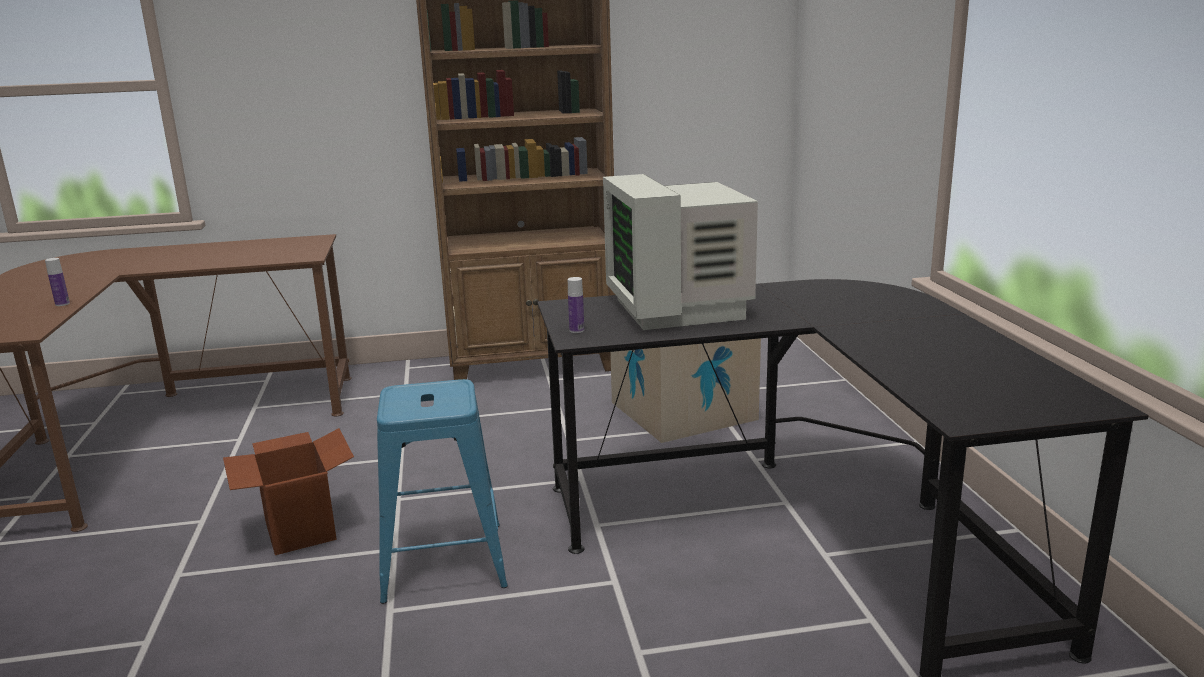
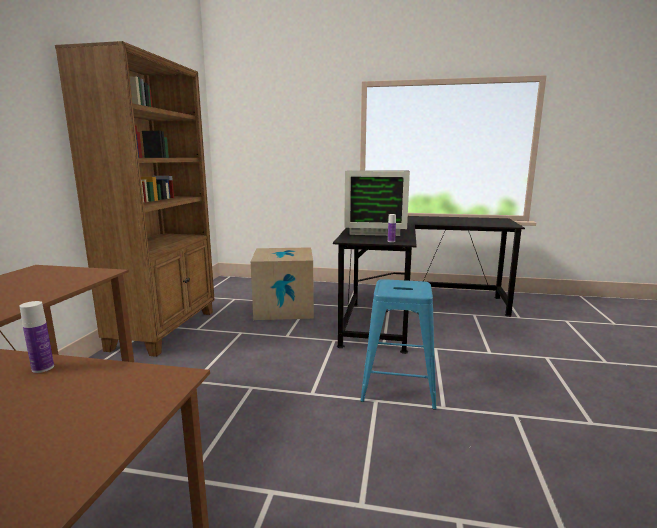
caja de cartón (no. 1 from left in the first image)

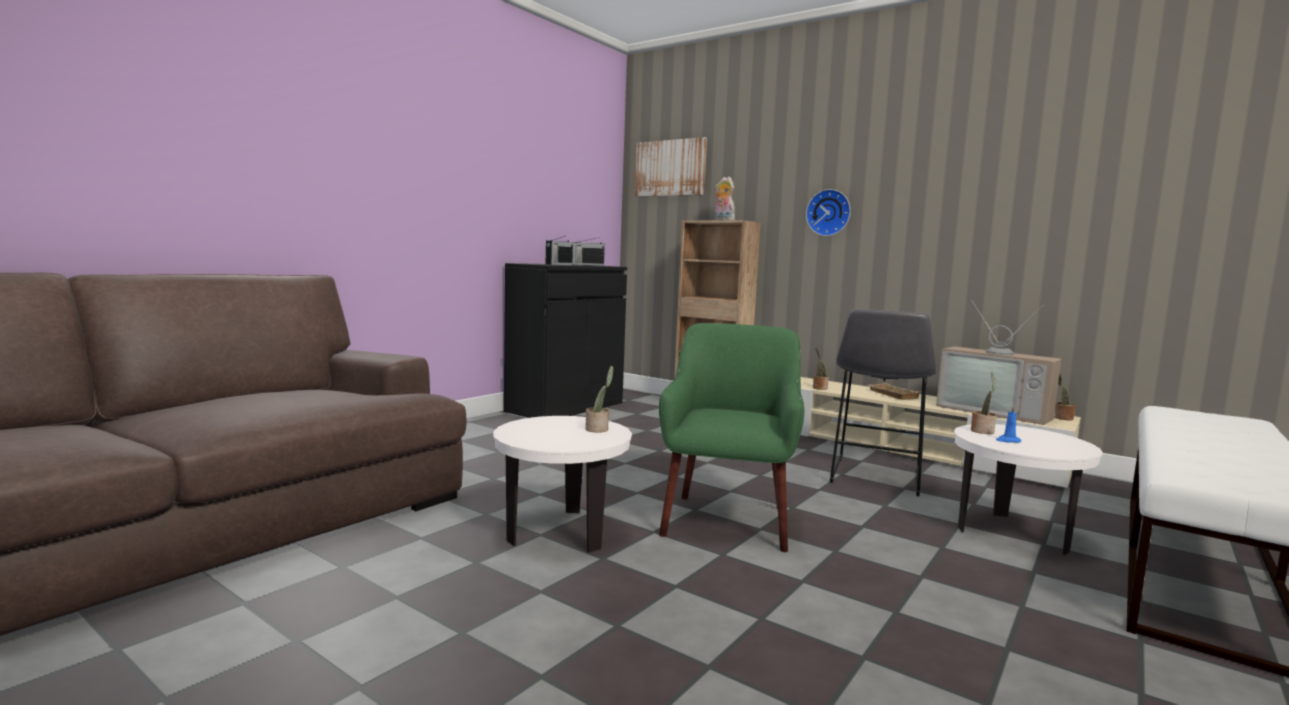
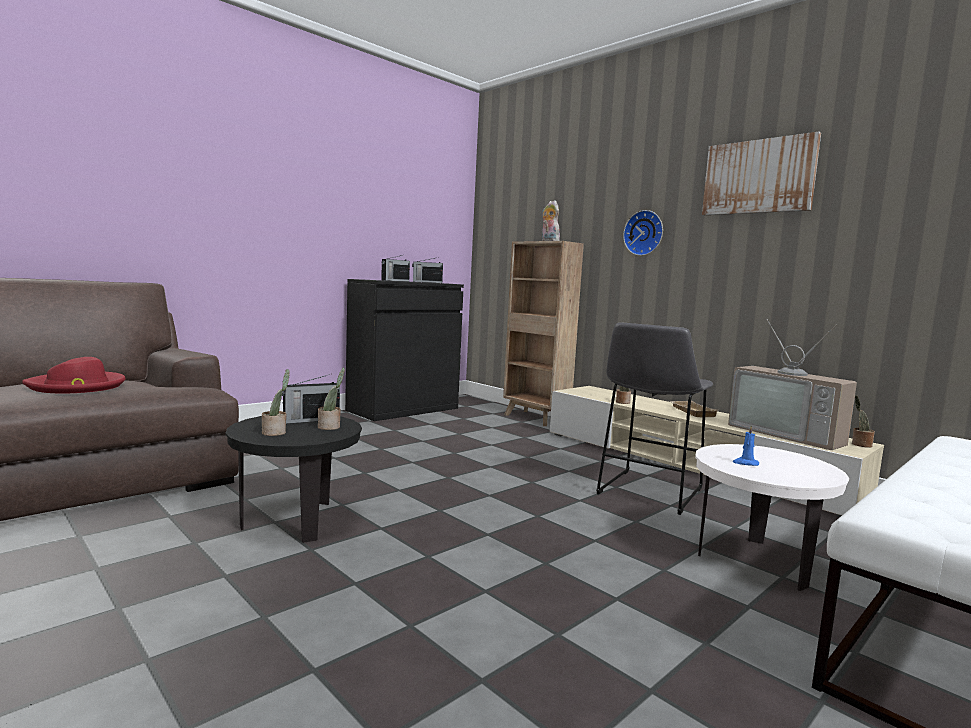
sombrero [rojo]
mesa auxiliar [negro]
planta en maceta (no. 1 from left)
radio (no. 1 from left)
cuadro
sillón [verde]

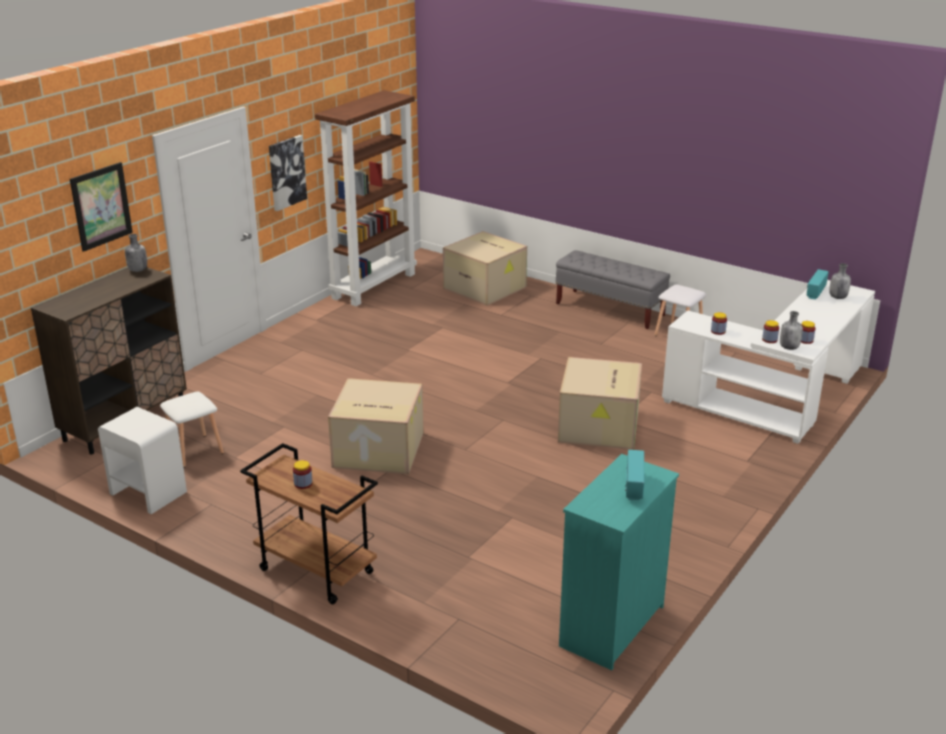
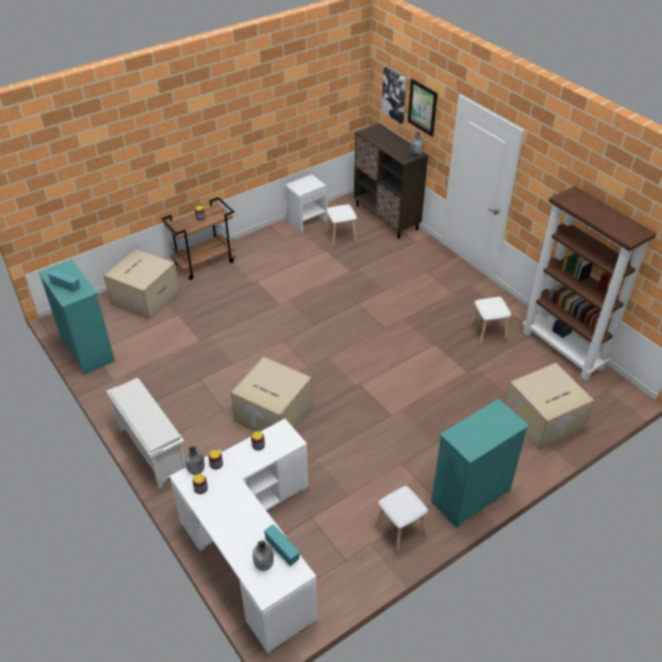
caja de cartón (no. 1 from left)
zapatero [blanco]
cuadro (no. 1 from left)
cómoda [turquesa] (no. 2 from left)
taburete [blanco] (no. 3 from left)

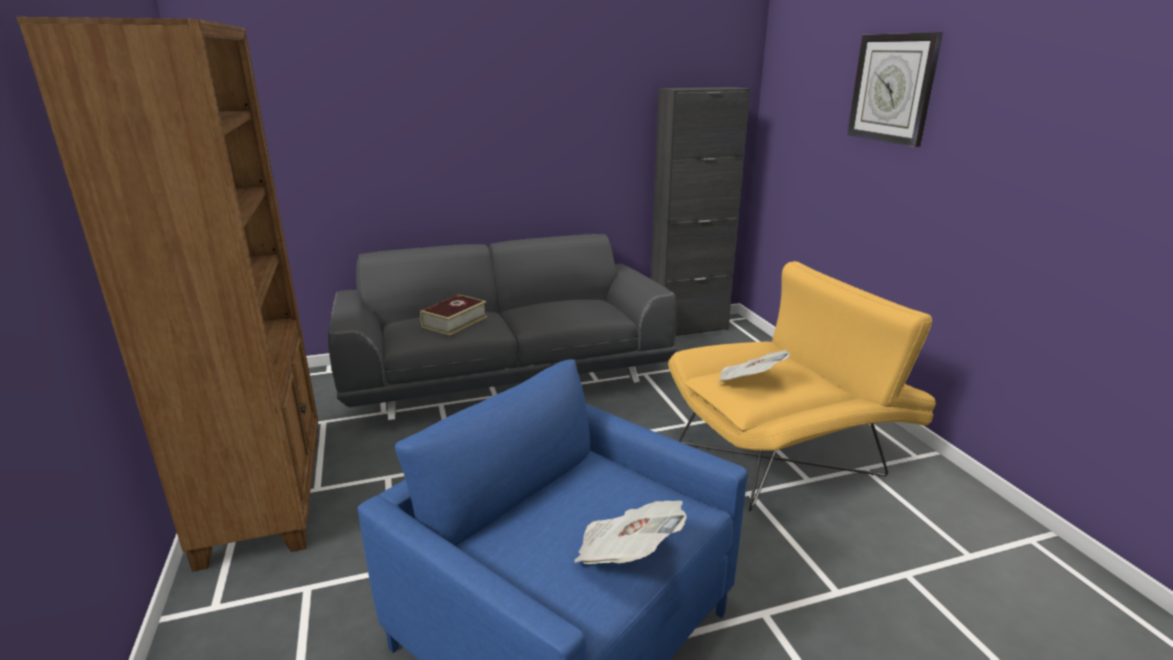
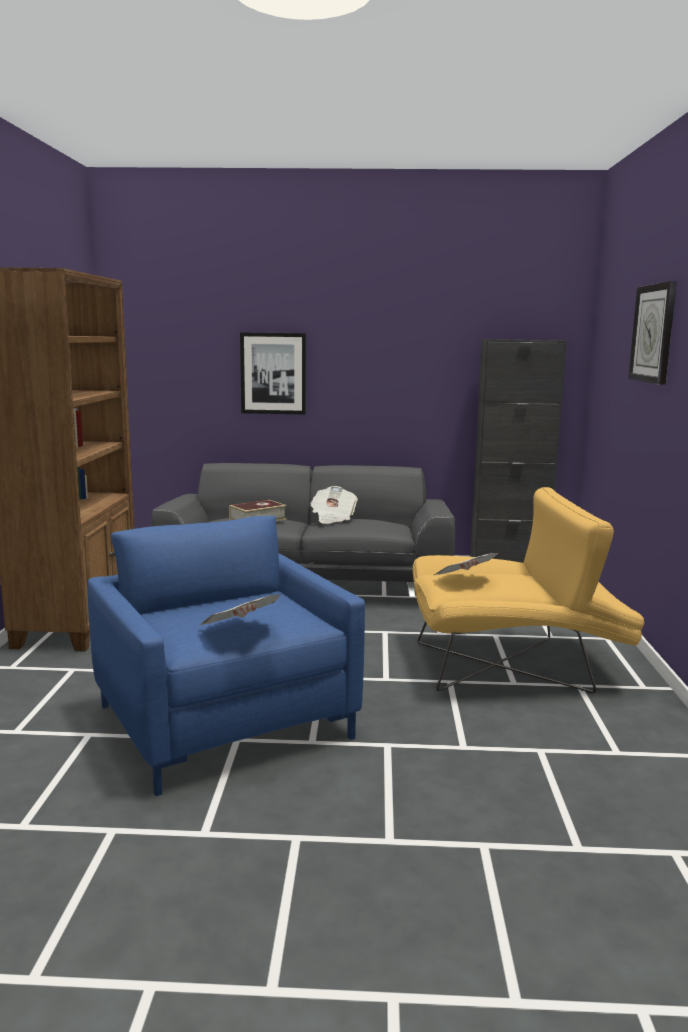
cuadro
periódico (no. 2 from left)

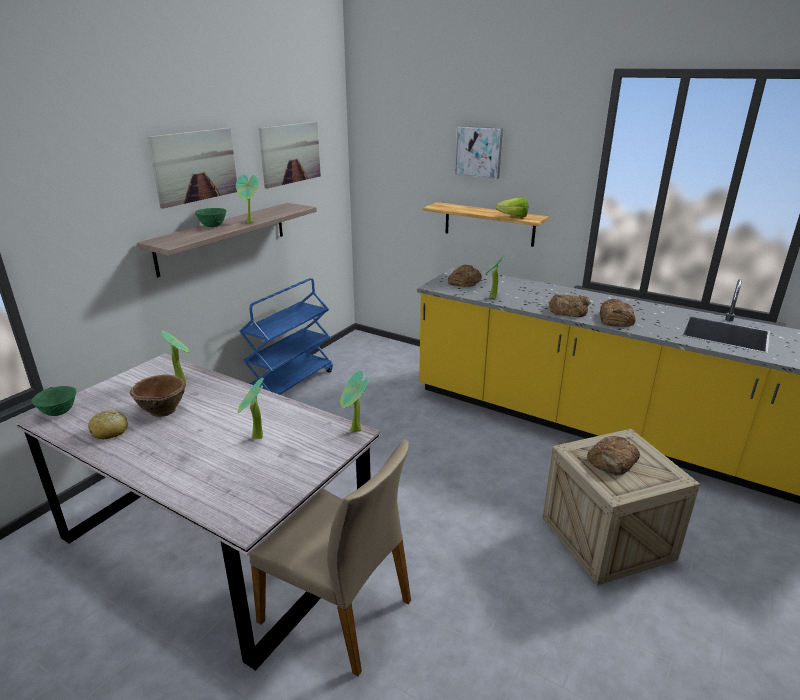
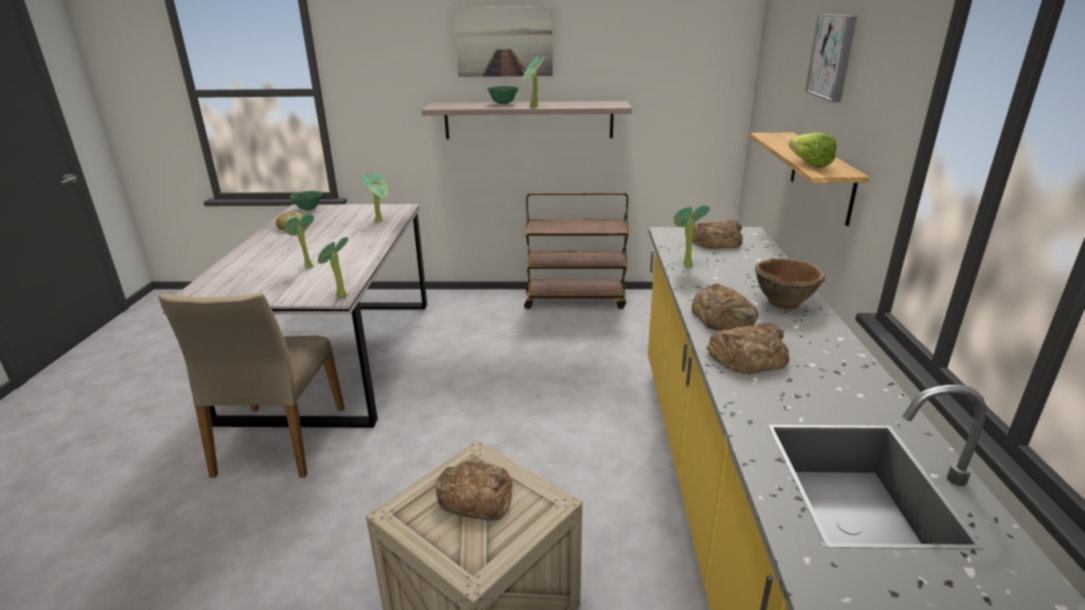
carrito [marrón]
cuenco [marrón]
cuadro (no. 2 from left in the first image)

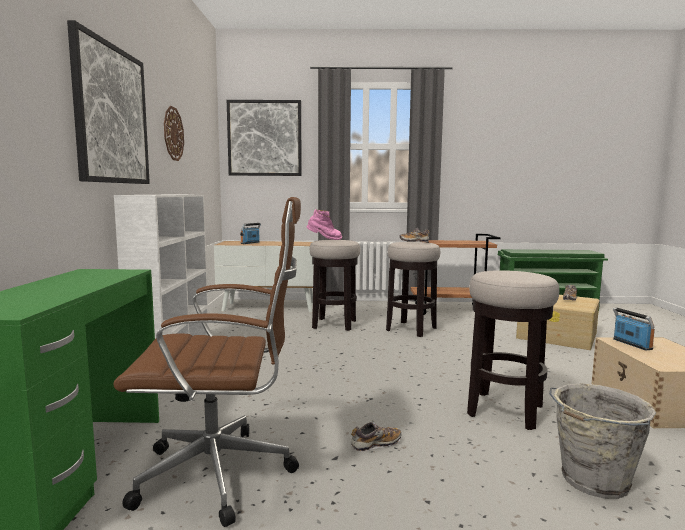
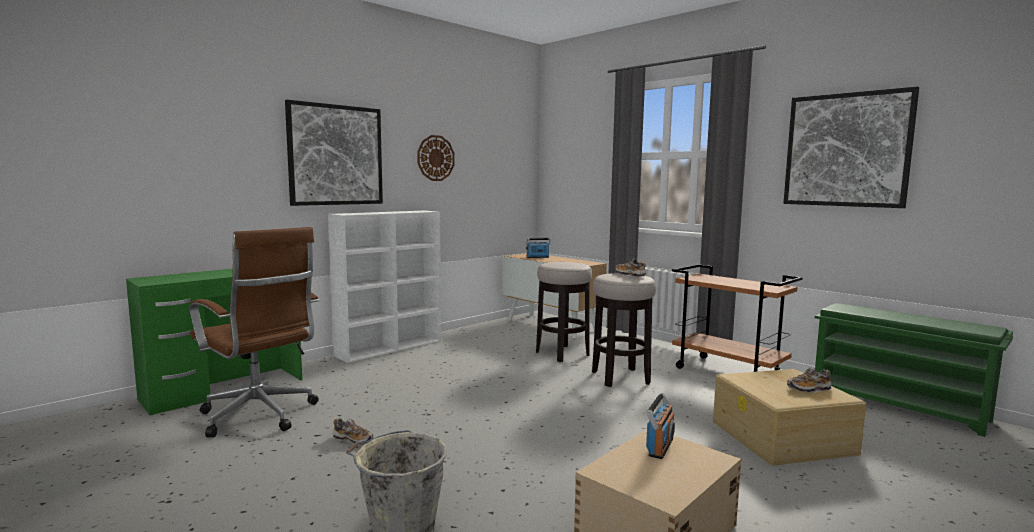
cuadro (no. 2 from left)
bota [rosa]
taburete (no. 3 from left in the first image)

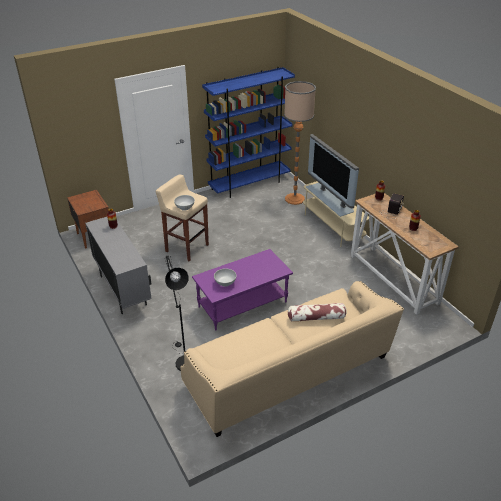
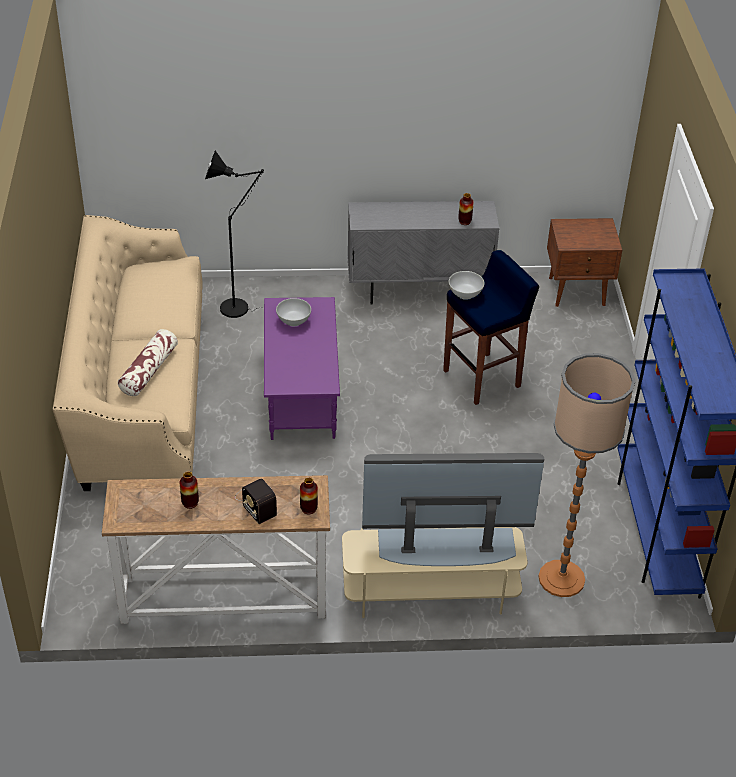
taburete [azul]

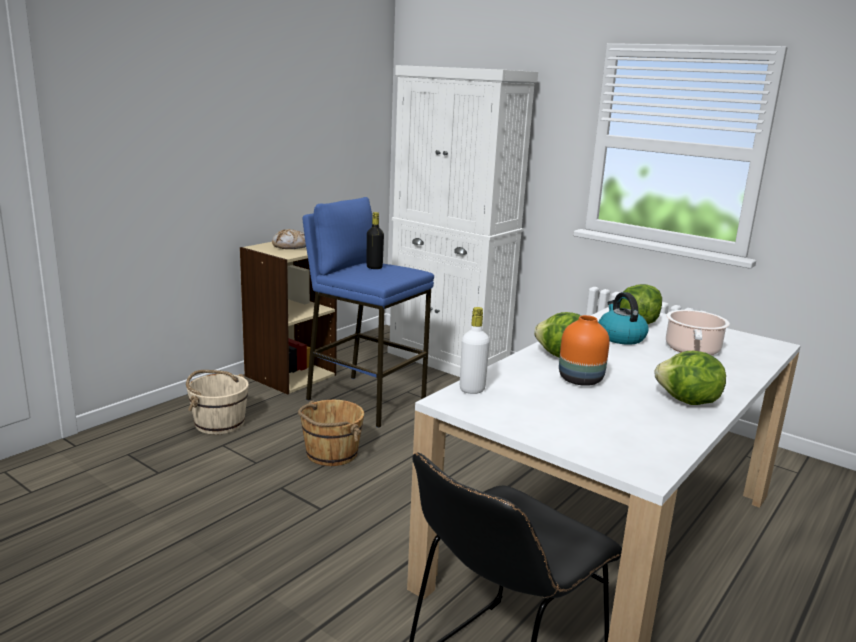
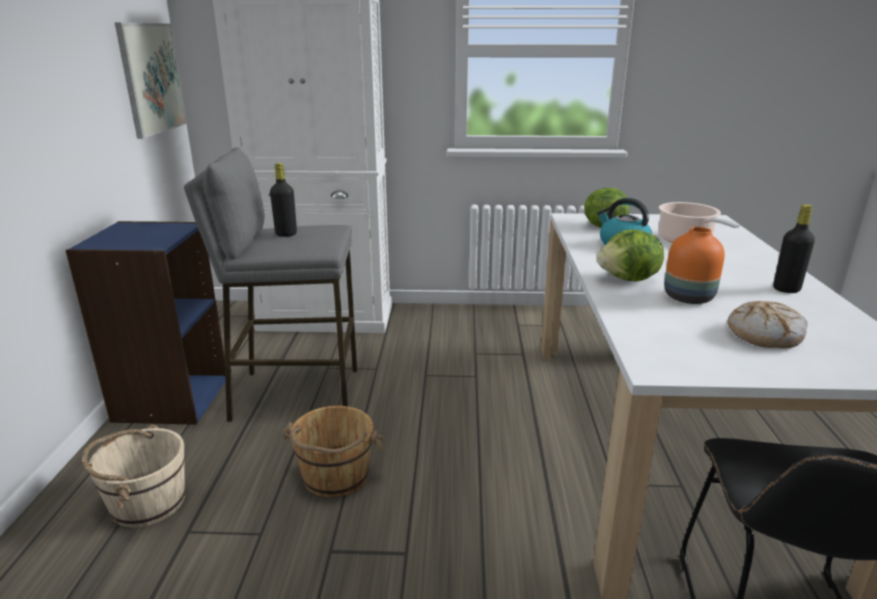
estantería [azul]
cuadro
taburete [gris]
pan
botella [negro] (no. 2 from left)
botella [blanco]

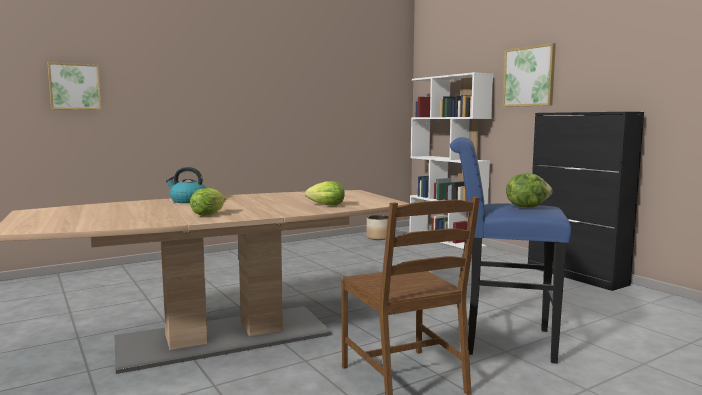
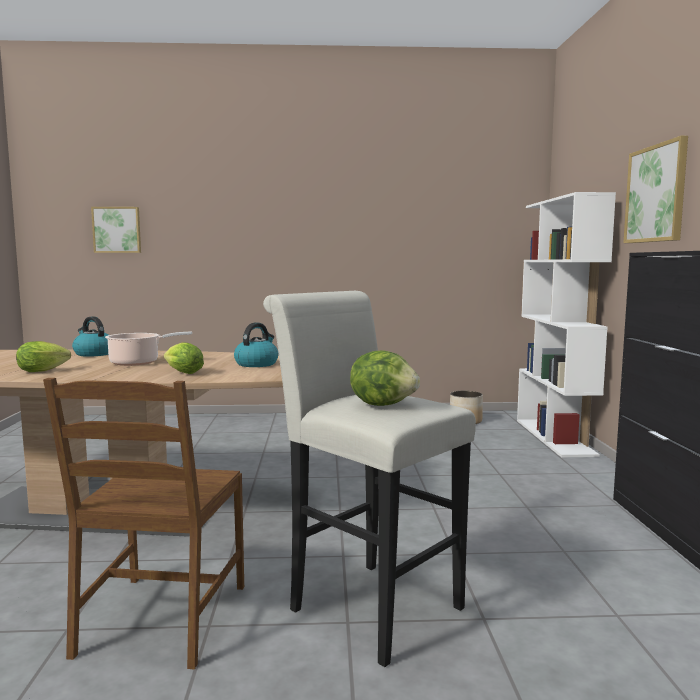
olla
hervidor (no. 2 from left)
taburete [blanco]

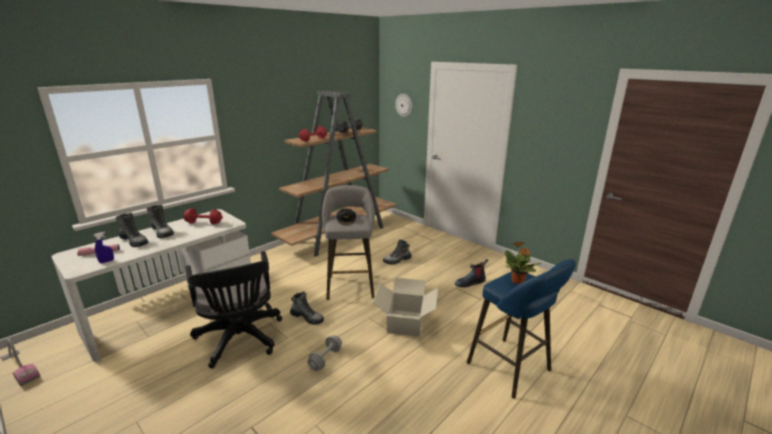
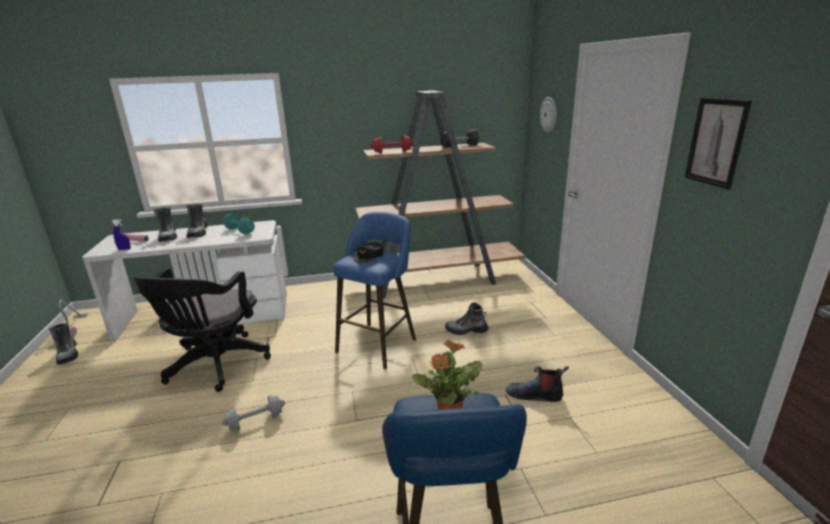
bota (no. 1 from left)
mancuerna [turquesa]
taburete [azul] (no. 1 from left)
cuadro
caja de cartón

